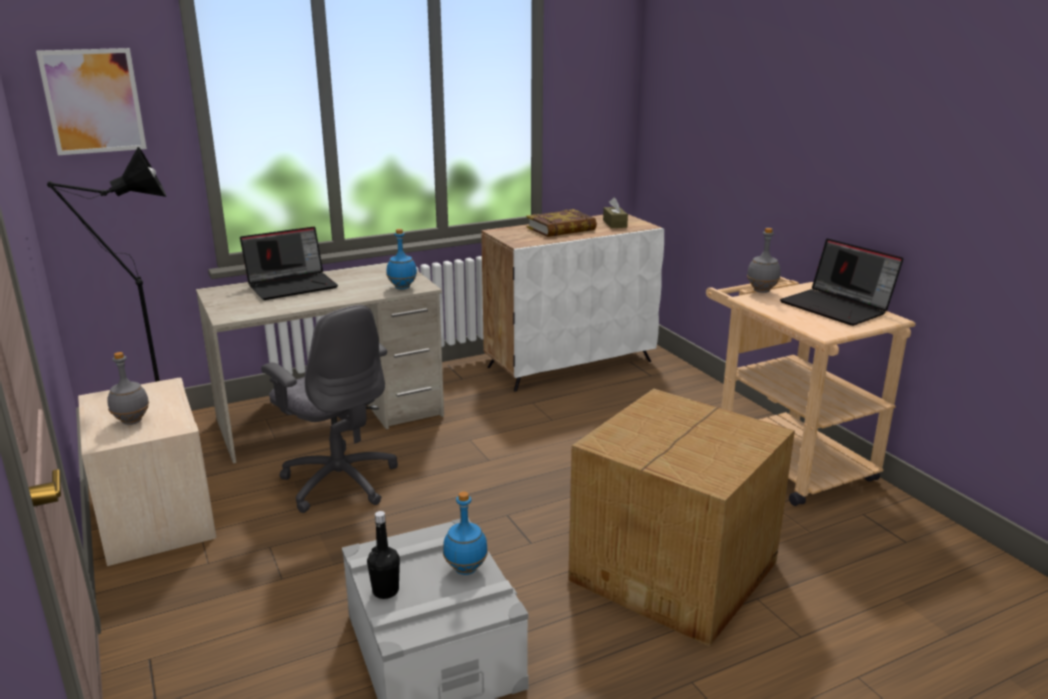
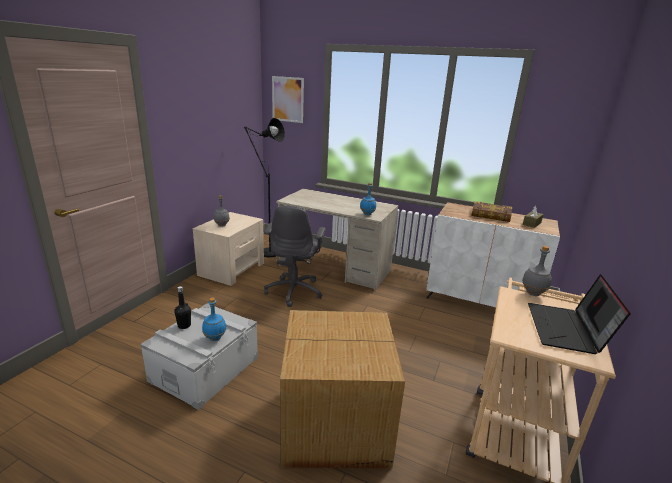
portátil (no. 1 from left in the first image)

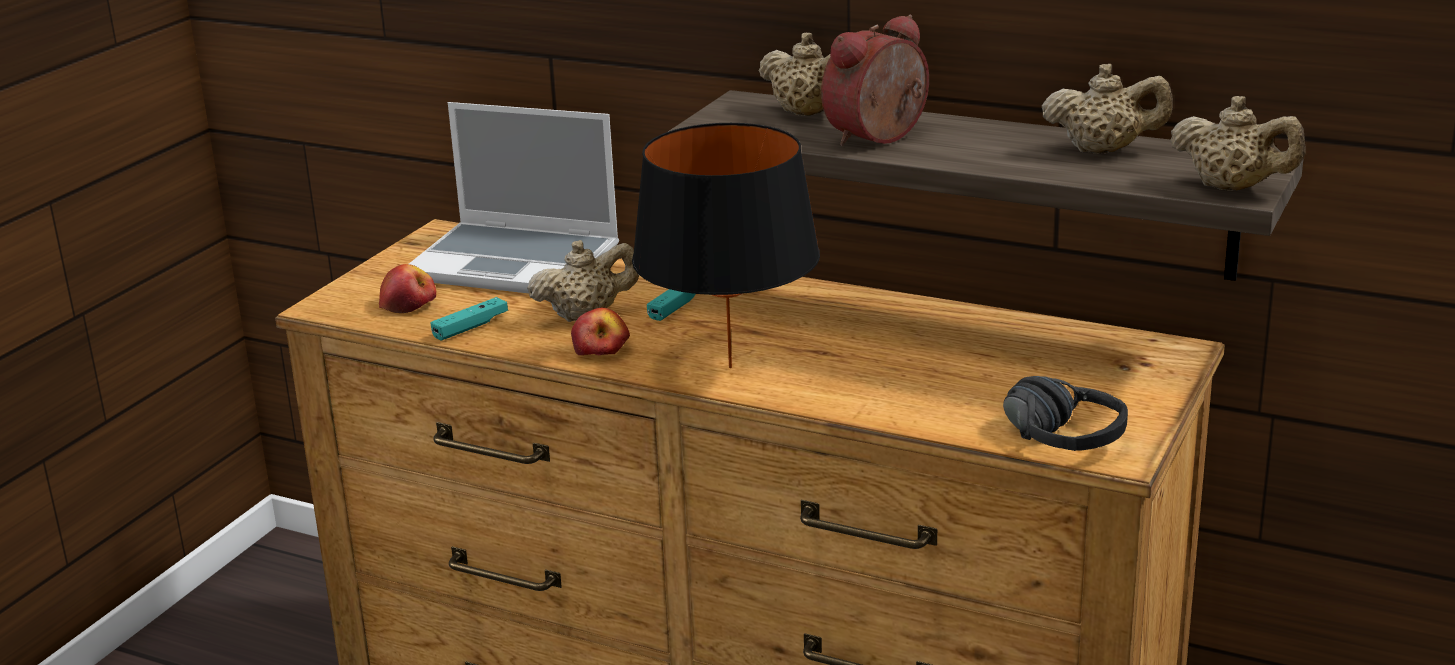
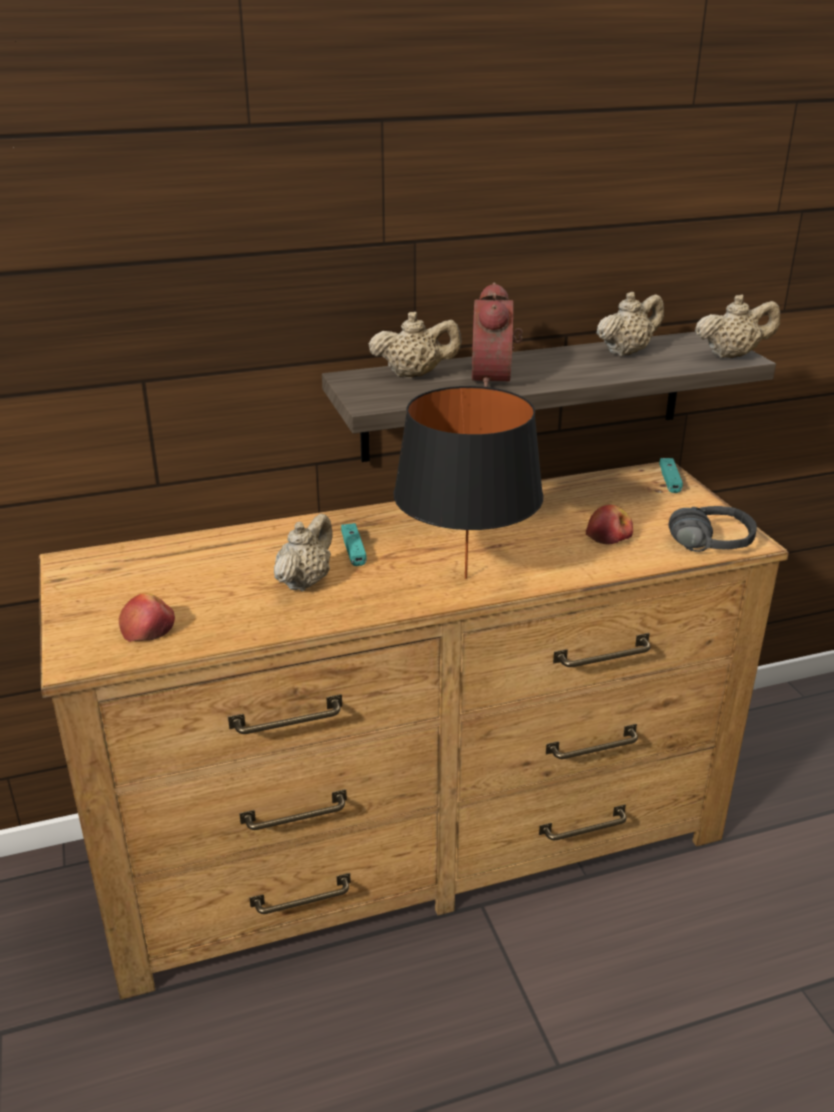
manzana (no. 2 from left)
mando de consola [turquesa] (no. 2 from left)
portátil

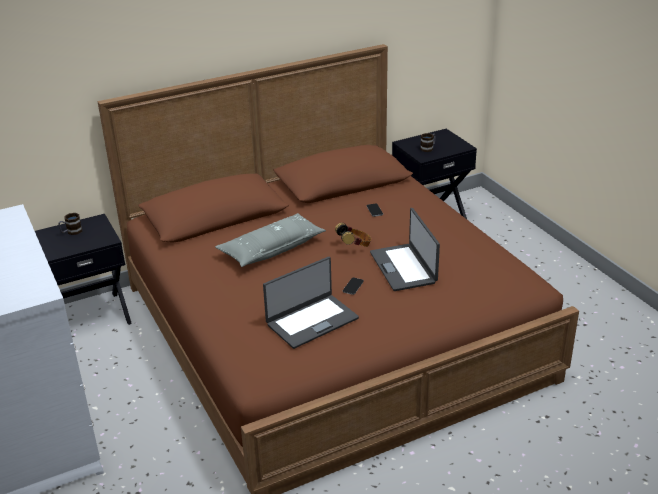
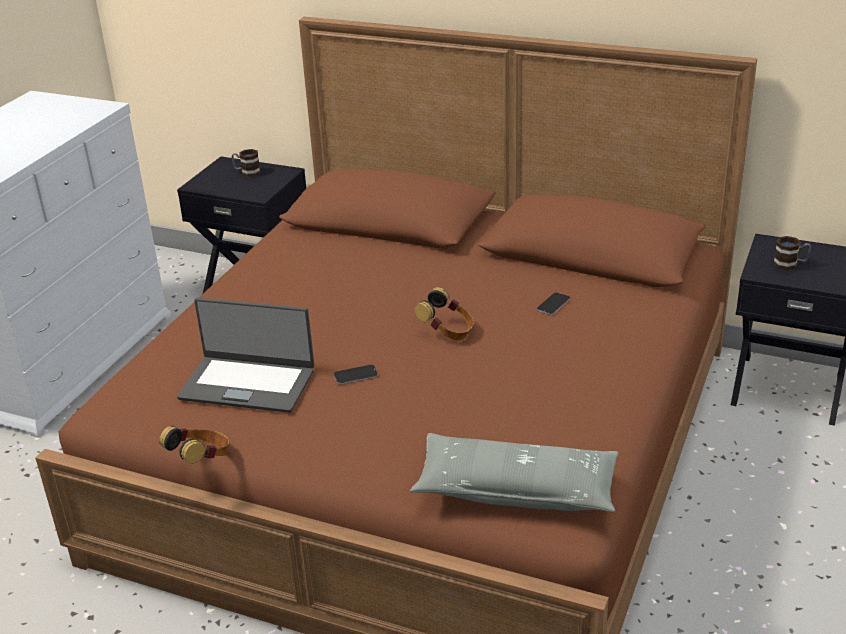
auriculares (no. 1 from left)
cojín [gris]
portátil (no. 2 from left in the first image)

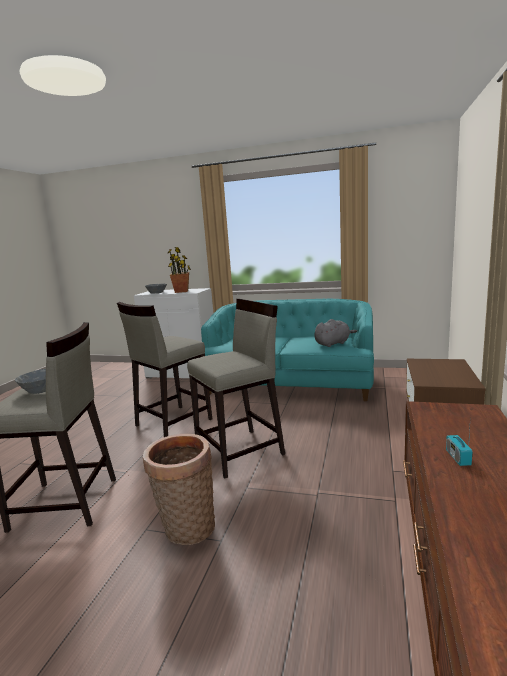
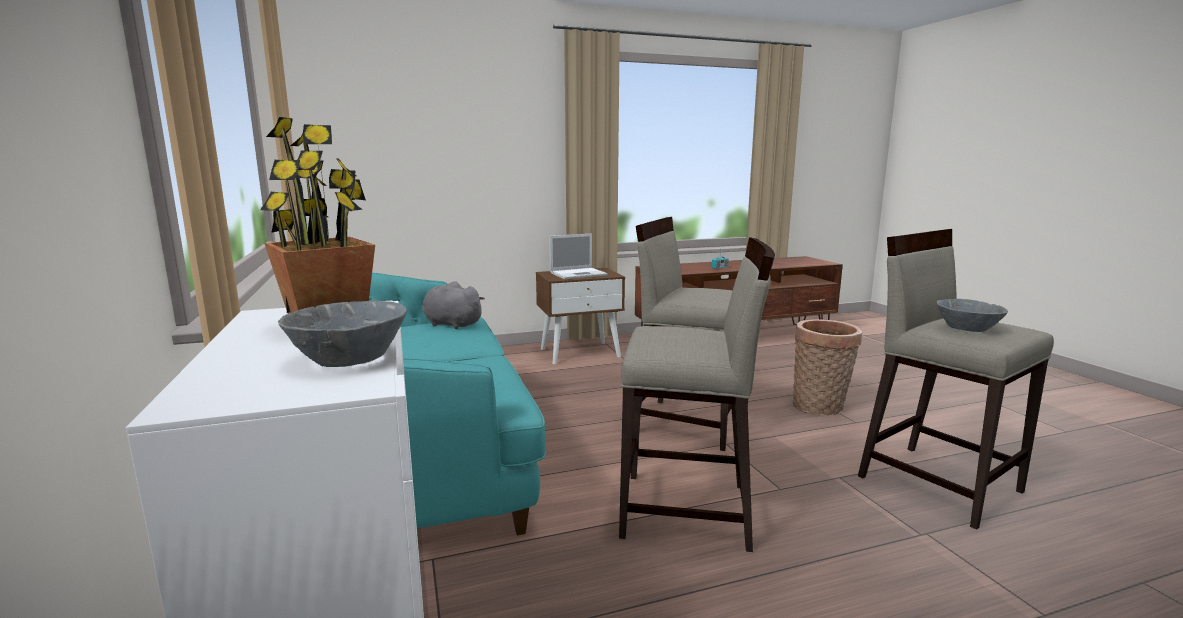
portátil

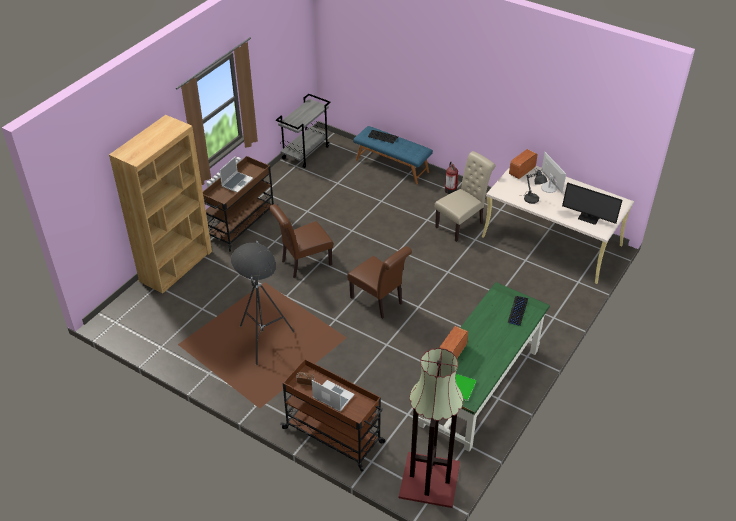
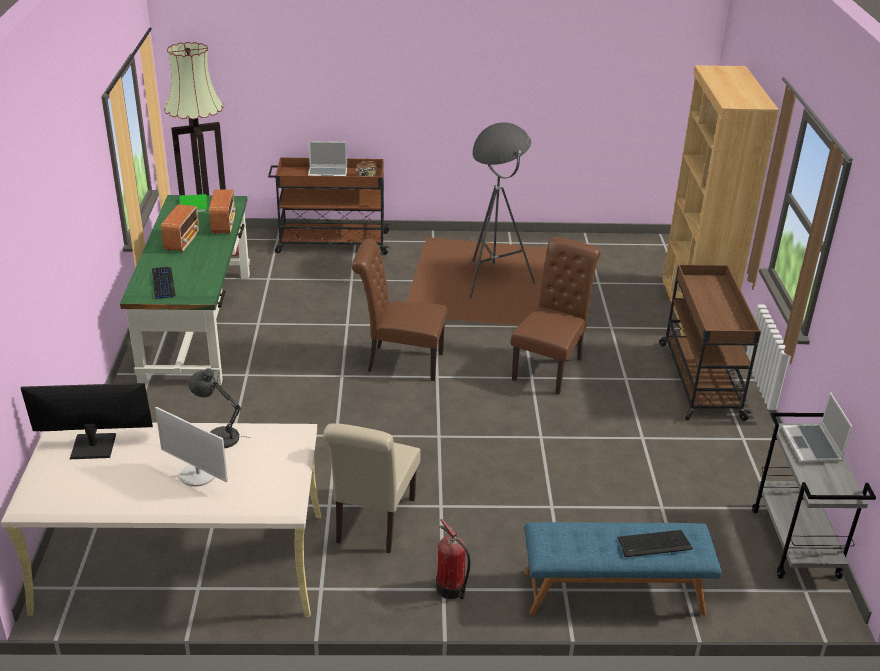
radio (no. 1 from left)
portátil (no. 2 from left)

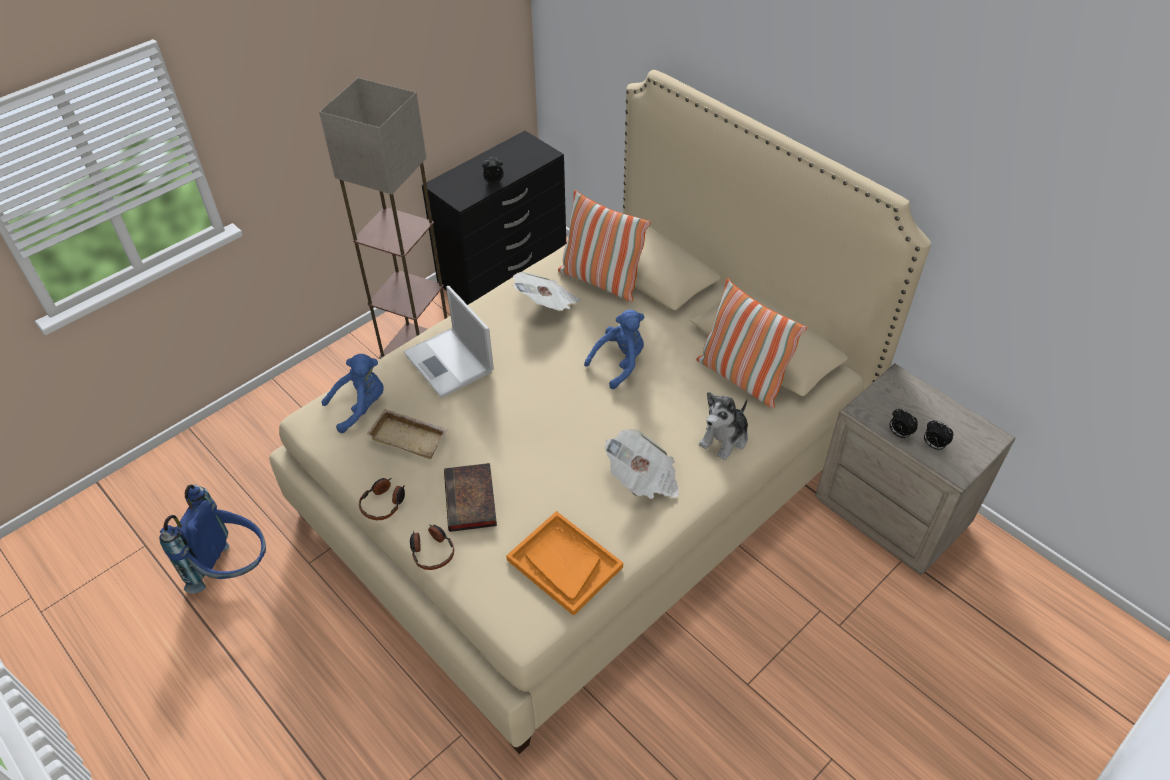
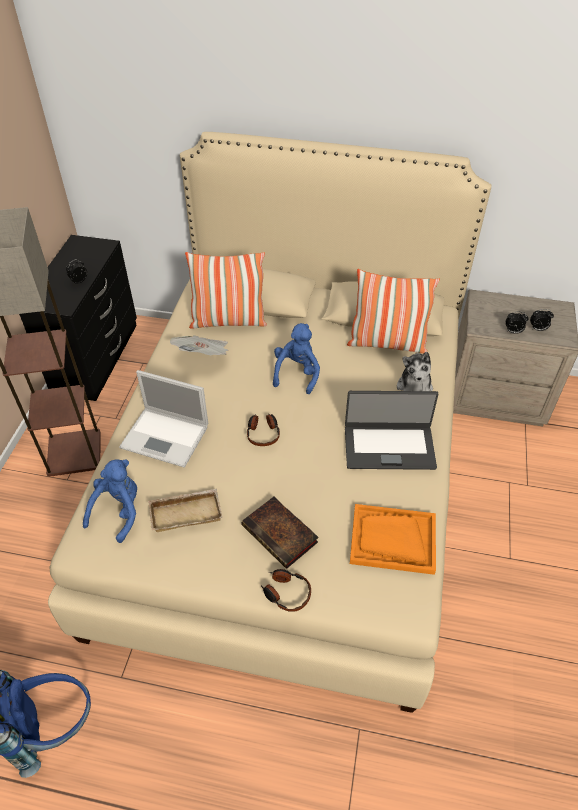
auriculares (no. 1 from left)
portátil (no. 2 from left)

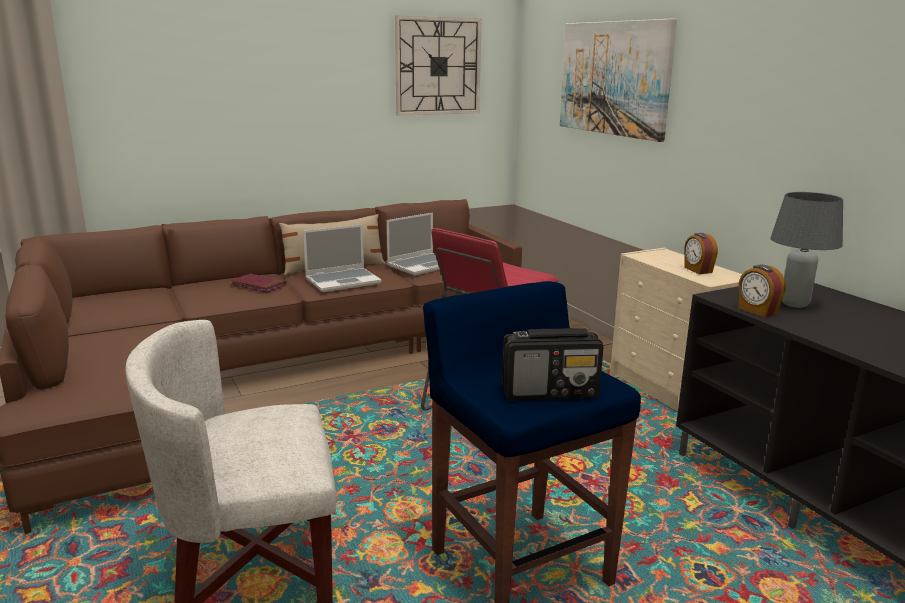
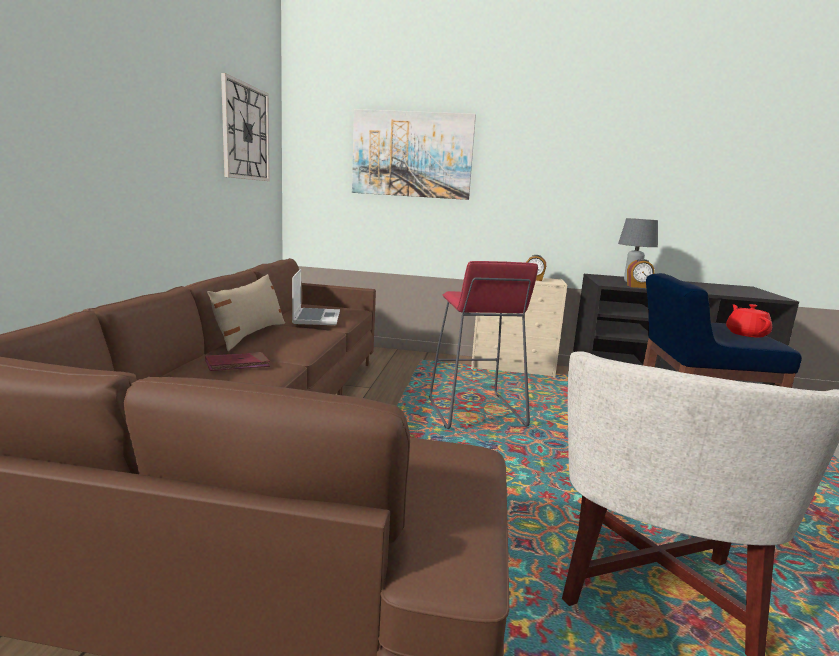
tetera [rojo]
portátil (no. 1 from left in the first image)

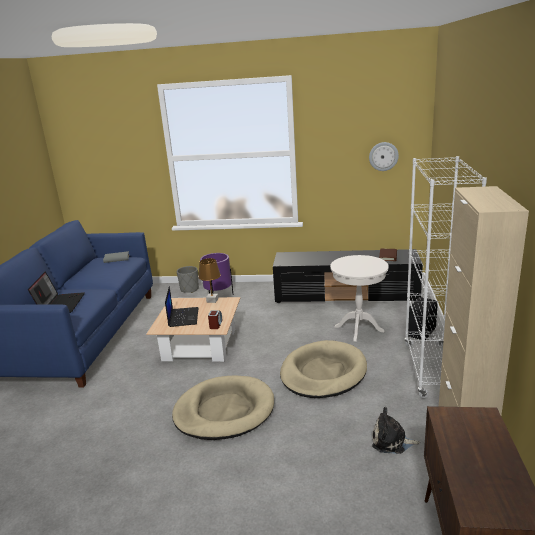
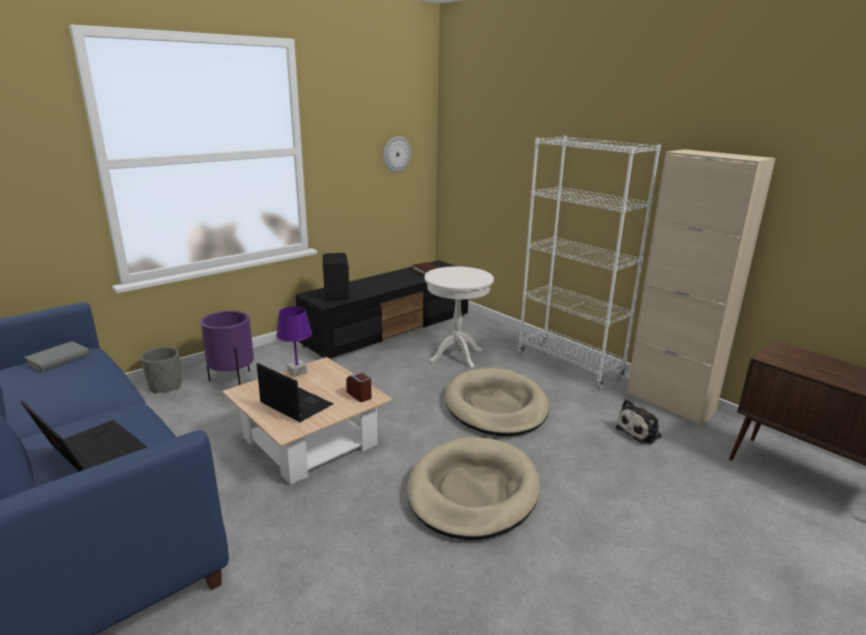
lámpara de mesa [morado]
altavoz [negro]

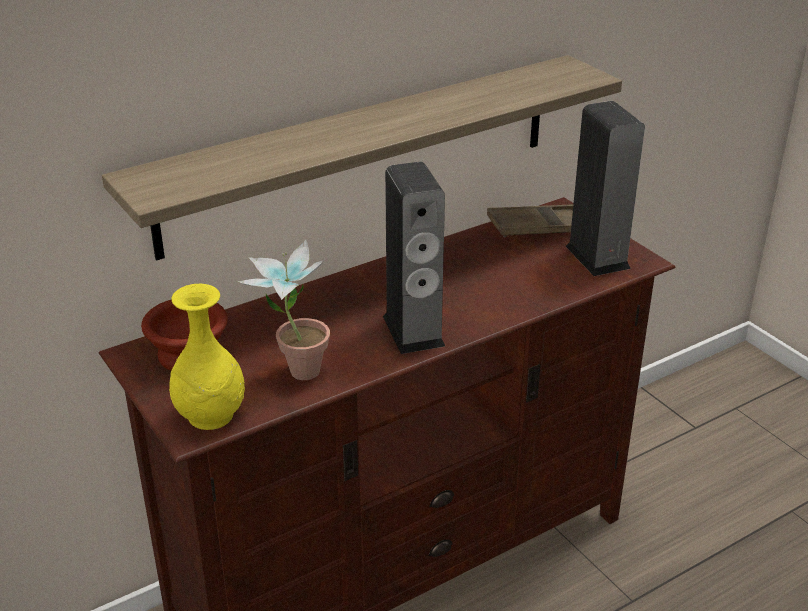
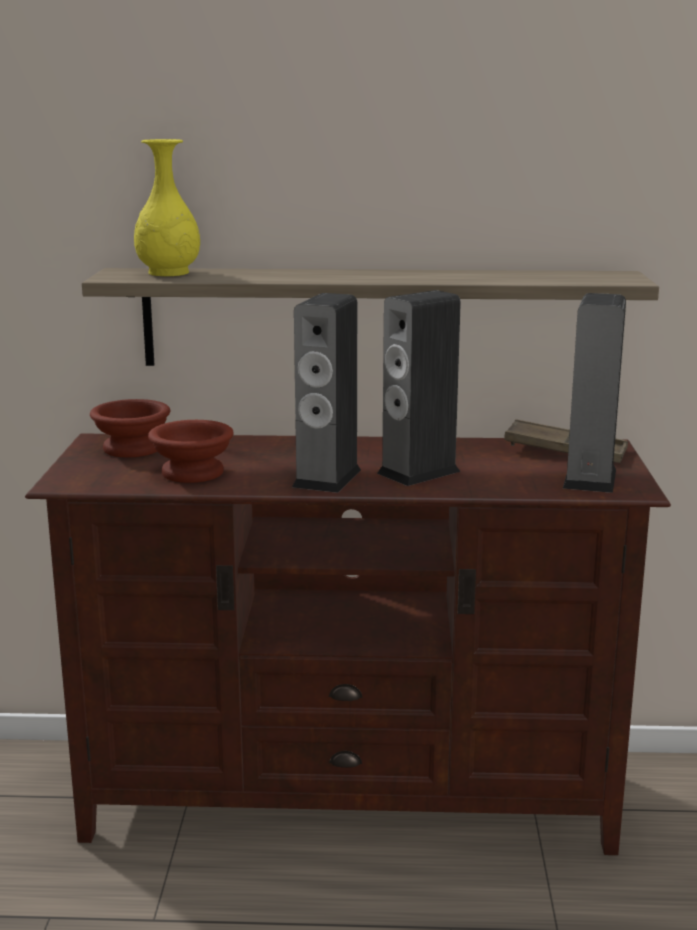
florero [amarillo]
cuenco [marrón] (no. 2 from left)
altavoz (no. 2 from left)

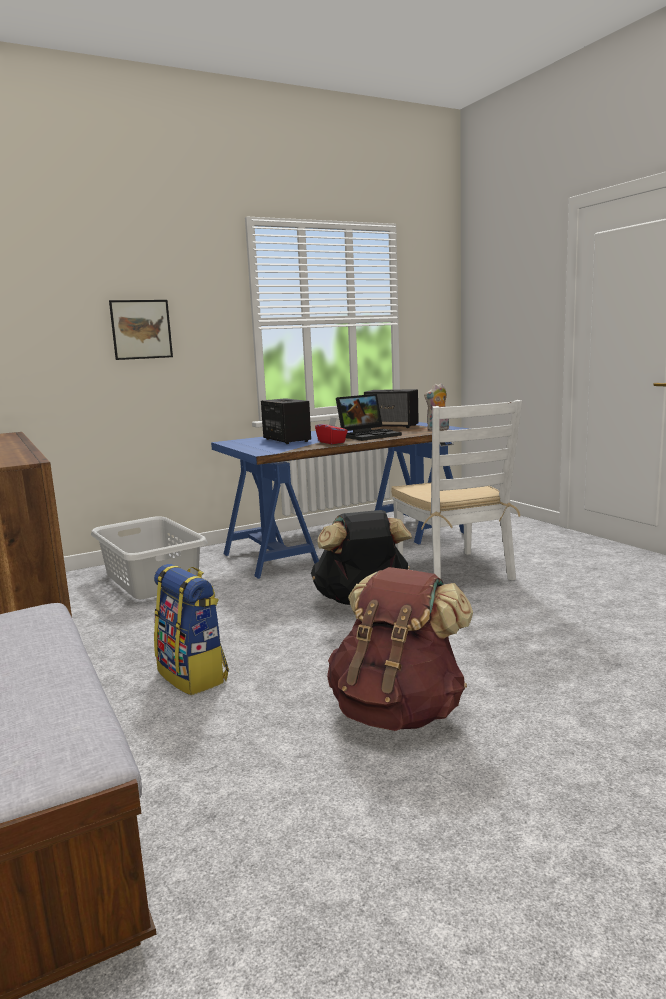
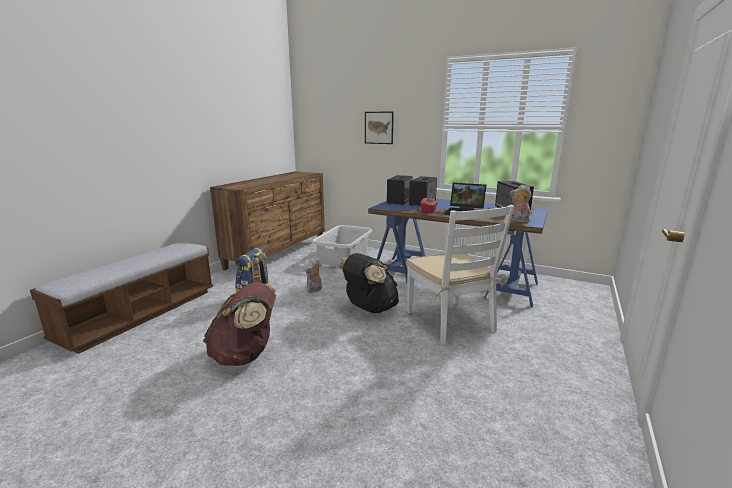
peluche (no. 1 from left)
altavoz (no. 1 from left)
silla [blanco]

